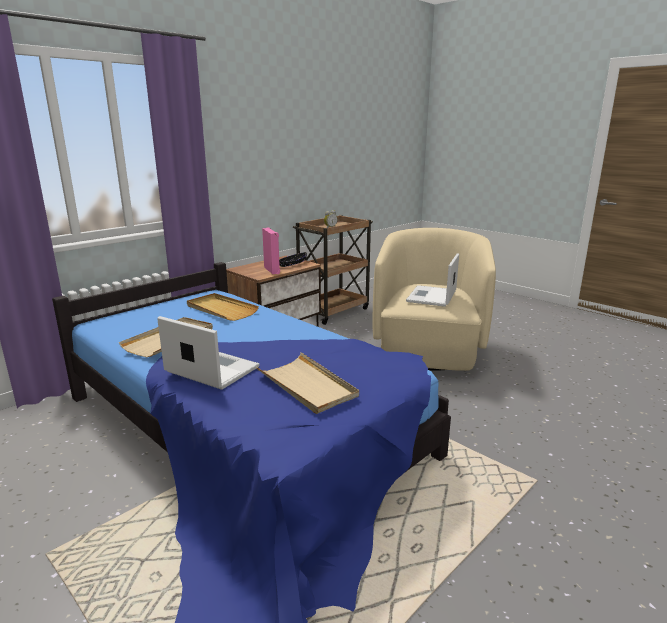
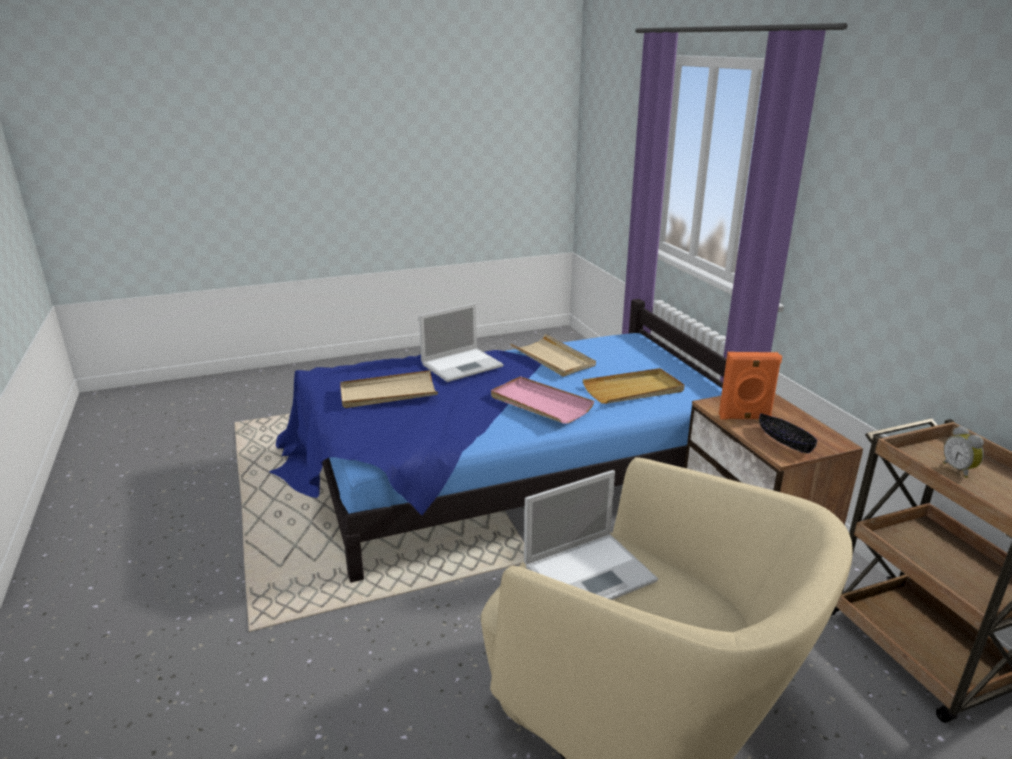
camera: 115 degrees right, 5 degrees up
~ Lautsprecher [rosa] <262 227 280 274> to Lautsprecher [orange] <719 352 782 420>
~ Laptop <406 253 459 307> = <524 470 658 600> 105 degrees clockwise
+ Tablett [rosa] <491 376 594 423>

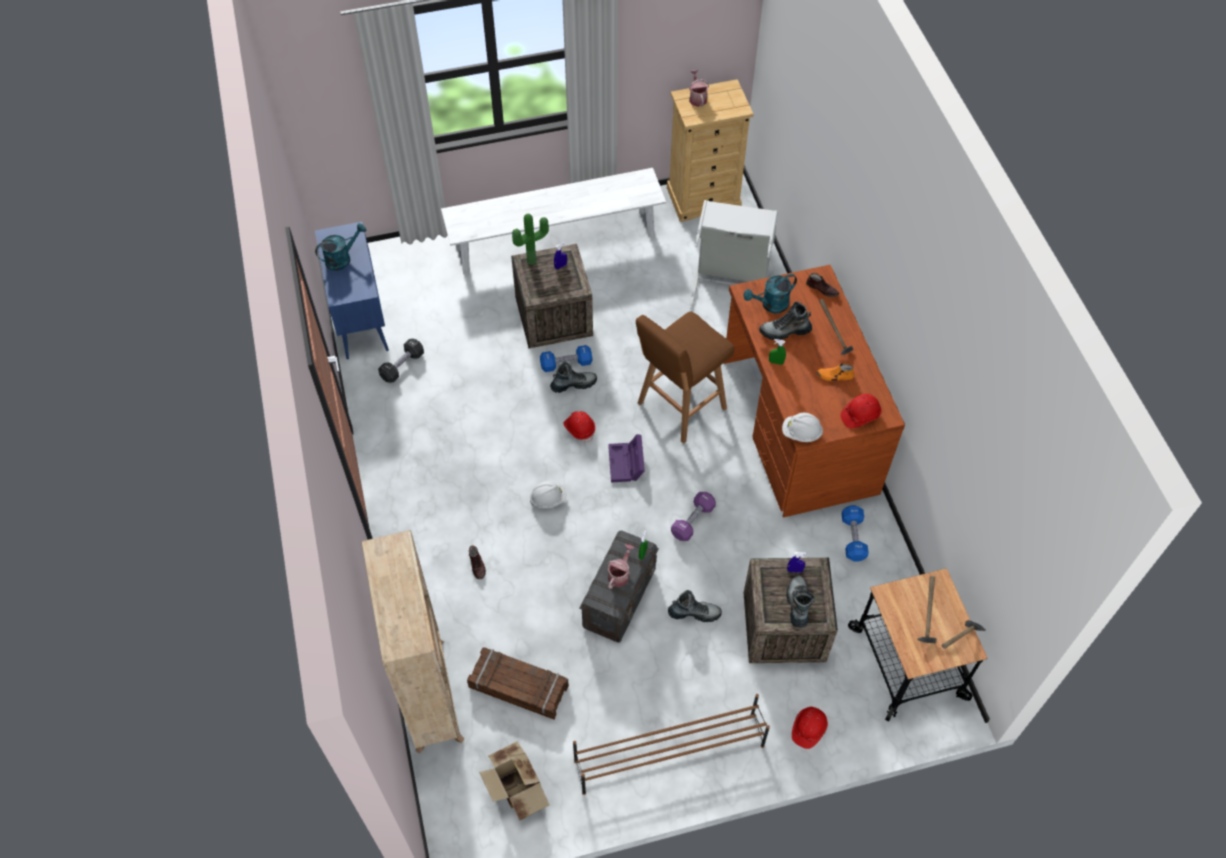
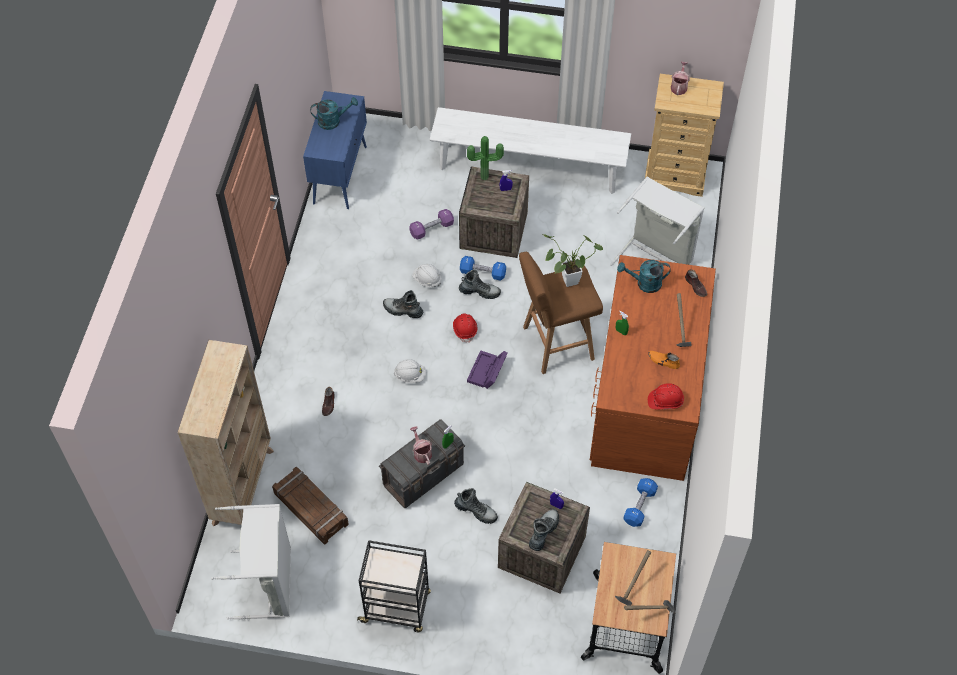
camera: 25 degrees right, 0 degrees up
- Hantel [schwarz] <378 339 424 383>
~ Karton <479 741 549 821> to Wäschekorb [grau] <211 504 291 620>
~ Schuhregal [braun] <573 694 770 795> to Rollwagen [schwarz] <357 540 431 632>
~ Gießkanne <607 544 634 589> = <410 427 432 465> 75 degrees counterclockwise
~ Hantel [lila] <671 492 716 541> to <409 209 454 240>
~ Stiefel <759 301 812 340> to <383 290 423 318>
~ Schutzhelm [weiß] <782 413 823 442> to <412 264 442 287>
- Schutzhelm [rot] <792 707 828 749>
+ Topfpflanze <542 234 603 287>

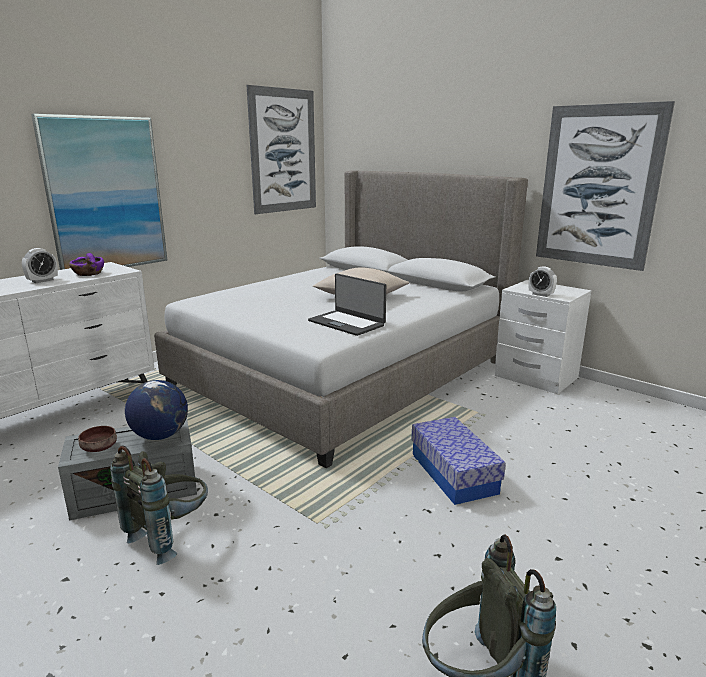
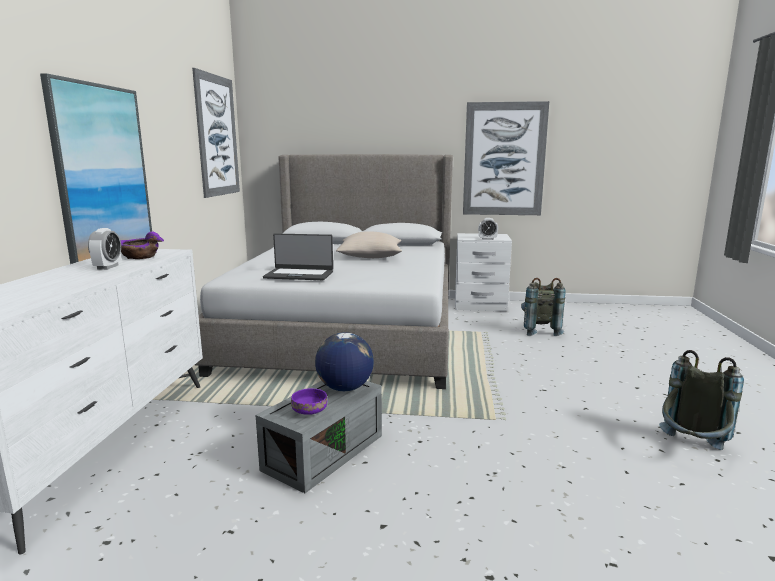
camera: 35 degrees left, 5 degrees down
~ Schüssel [braun] <78 426 117 452> to Schüssel [lila] <291 388 327 415>
~ Rucksack [grau] <110 446 208 565> to <521 278 566 336>
~ Laptop <308 273 386 336> to <263 233 333 280>
- Aufbewahrungsbox <411 417 506 505>

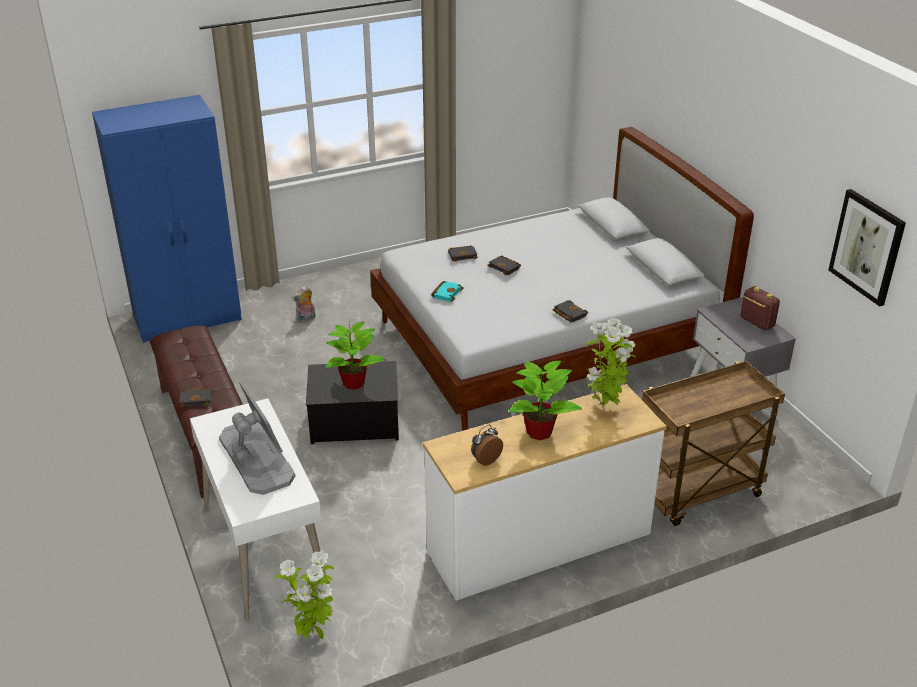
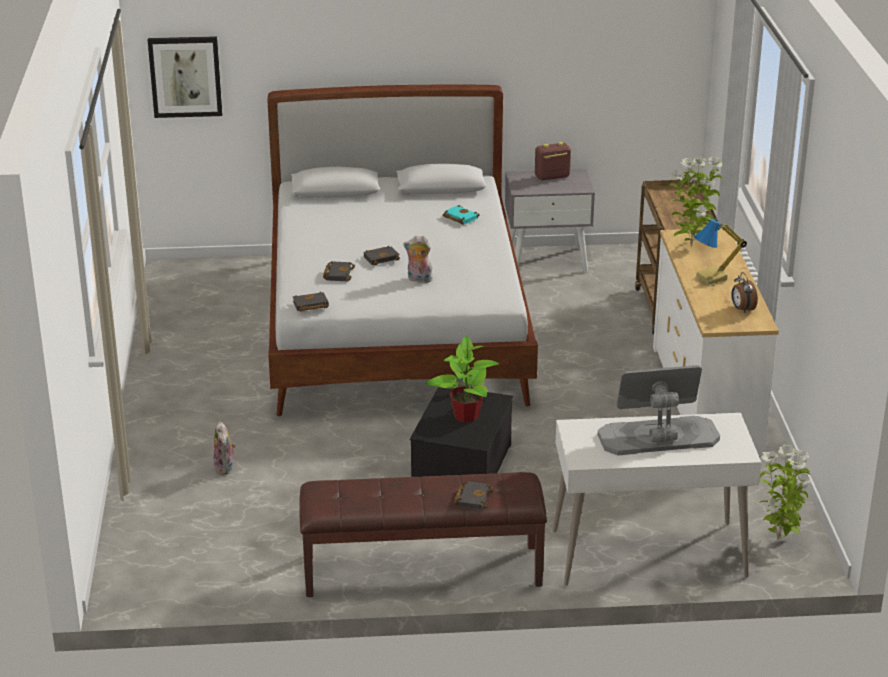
camera: 70 degrees left, 5 degrees down
- Kleiderschrank [blau] <92 95 242 343>
~ Buch [türkis] <431 281 464 302> to <443 205 480 225>
~ Topfpflanze <509 361 582 440> to Tischlampe <694 218 747 286>
~ Buch [schwarz] <553 300 588 322> to <293 291 329 312>
~ Bild <828 189 906 307> to <148 36 222 118>
+ Plüschtier <403 235 433 283>

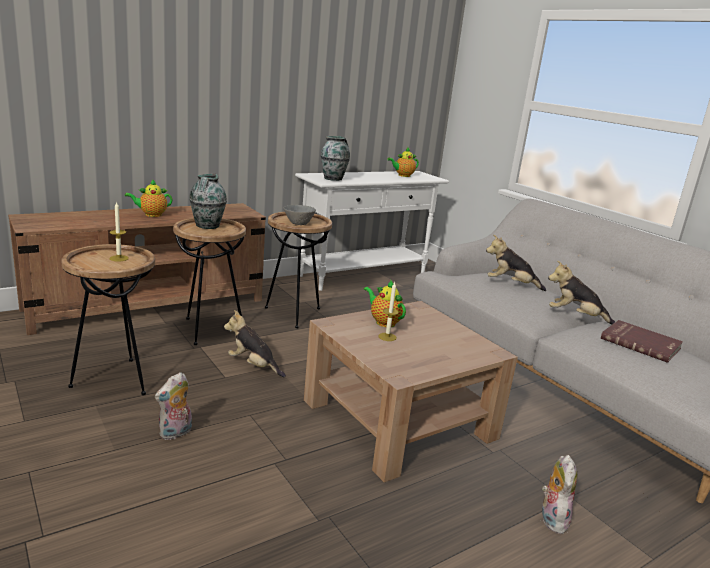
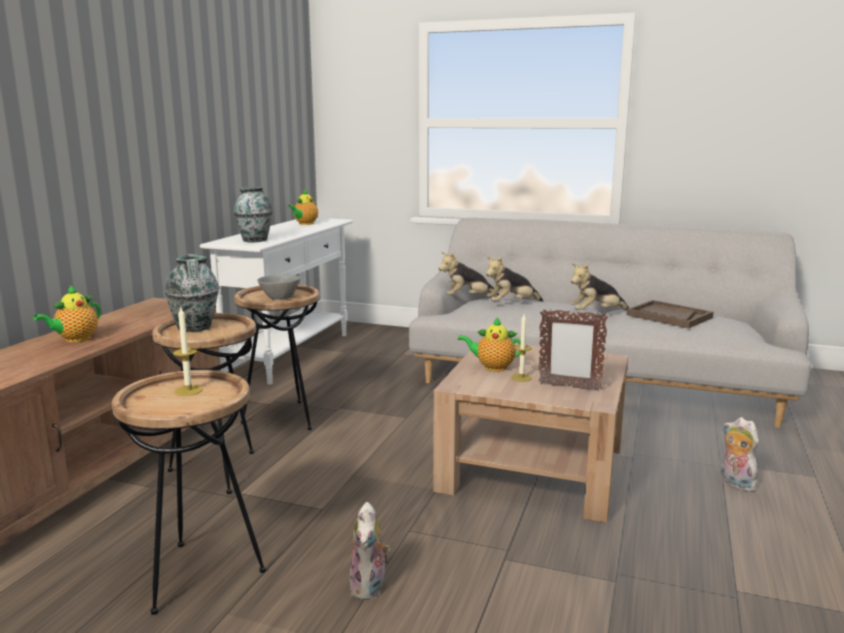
camera: 35 degrees left, 5 degrees down
~ Plüschtier <224 310 286 377> to <439 252 499 297>
~ Buch [rot] <601 320 683 363> to Tablett [braun] <627 300 713 328>
+ Bilderrahmen <538 309 608 391>

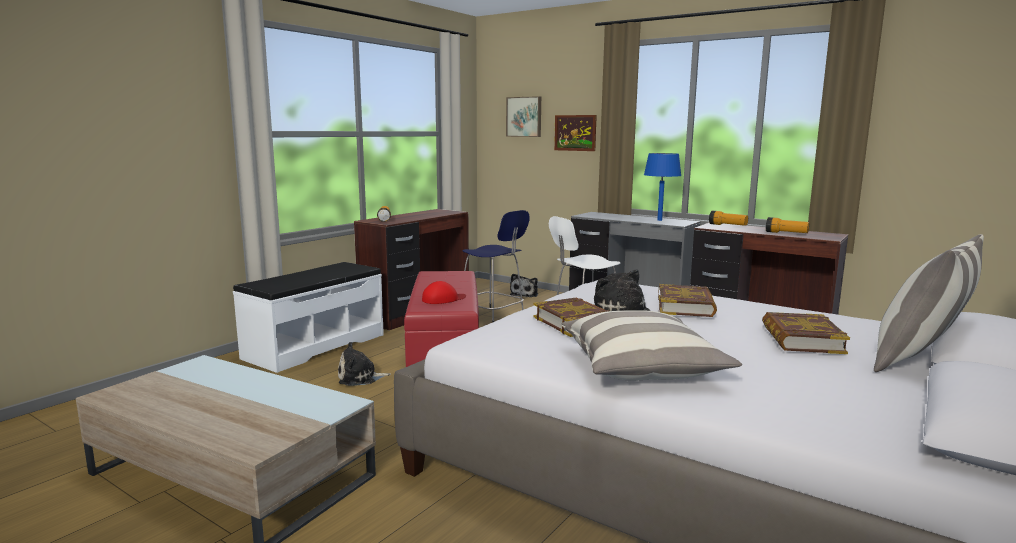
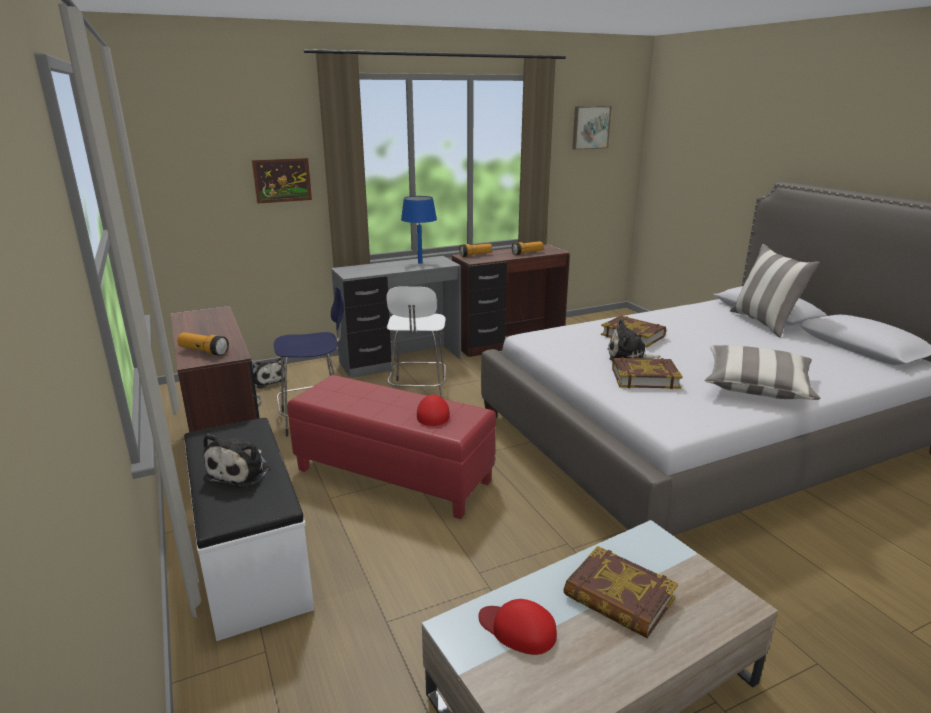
camera: 60 degrees left, 10 degrees up
~ Plüschtier <338 342 391 386> to <203 433 270 487>
~ Bild <506 96 541 137> to <572 106 612 150>
~ Buch <762 312 850 354> to <563 546 678 638>
+ Kappe [rot] <478 599 557 655>

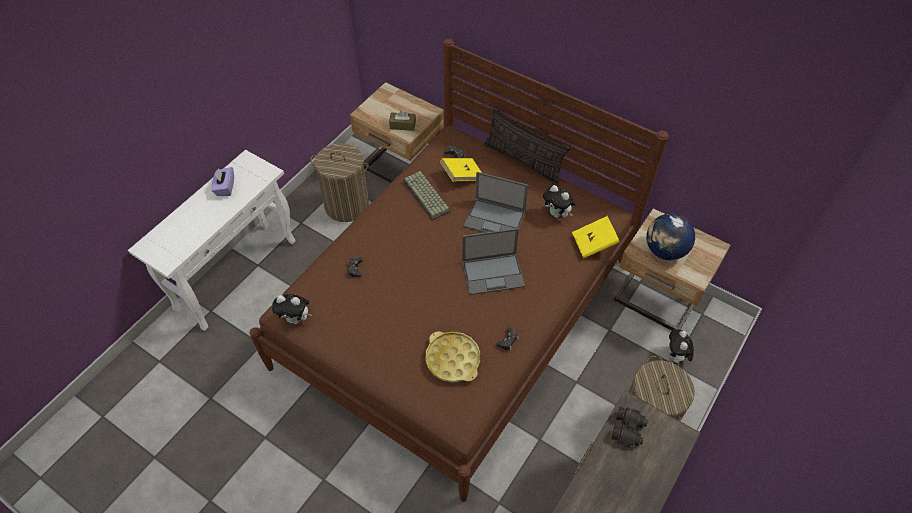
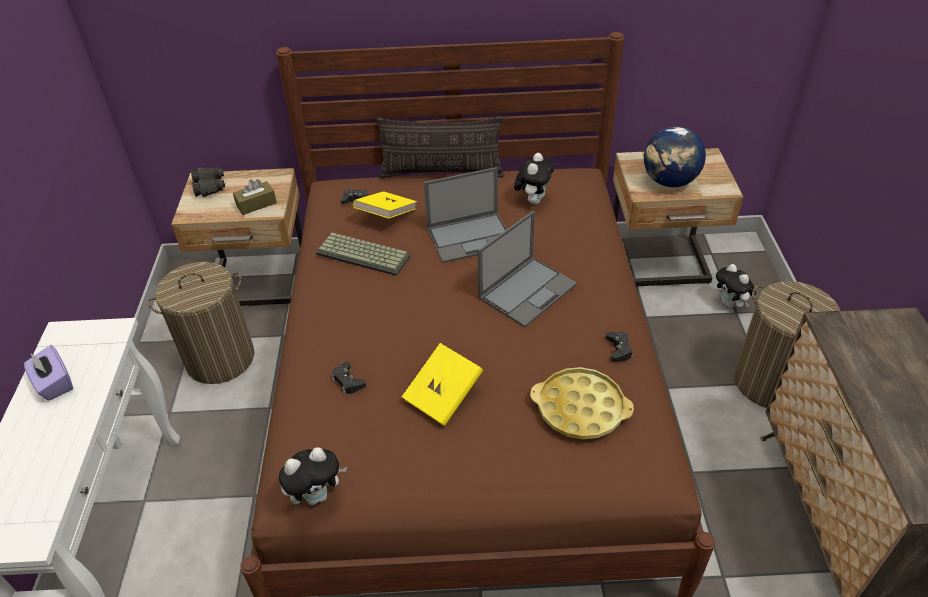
camera: 35 degrees left, 10 degrees down
~ Plüschtier <543 185 576 218> = <514 153 554 204> 75 degrees counterclockwise
~ Buch [gelb] <572 216 620 258> to <402 343 483 426>
~ Fernglas [schwarz] <612 406 648 448> to <191 167 225 197>

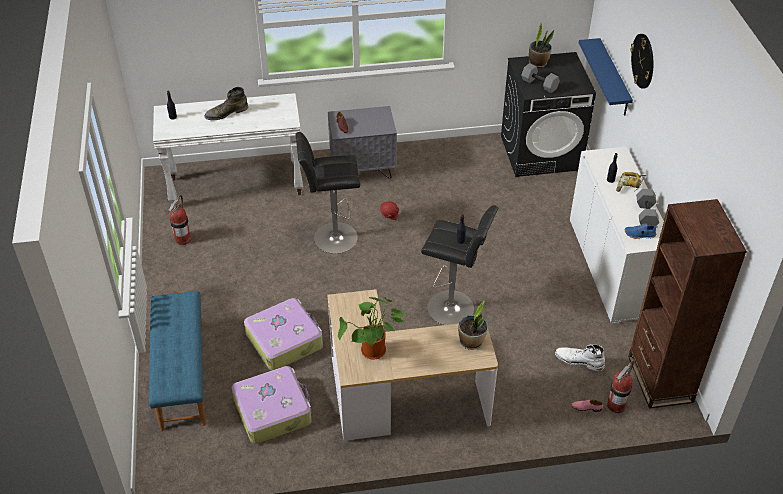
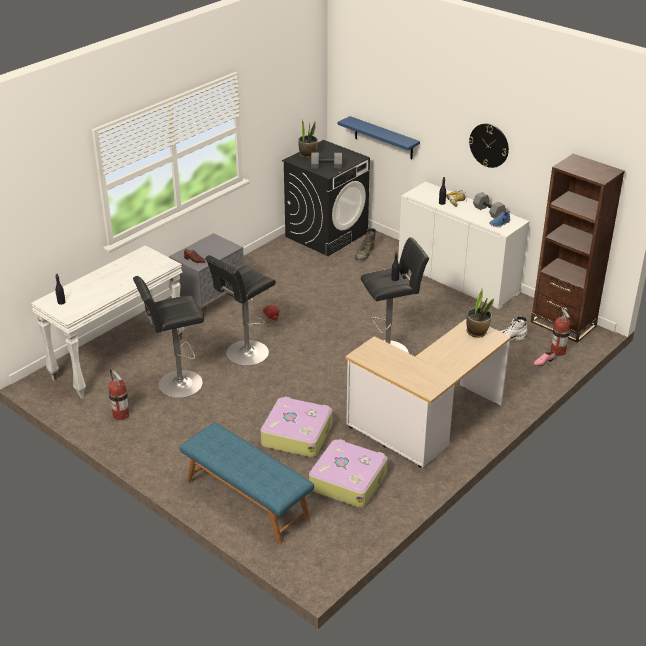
camera: 40 degrees left, 10 degrees down
~ Stiefel [grün] <204 87 248 120> to <355 228 376 262>
- Topfpflanze <338 297 405 360>
~ Wanduhr <630 34 653 89> to <469 123 509 168>
+ Hocker [schwarz] <133 276 204 398>

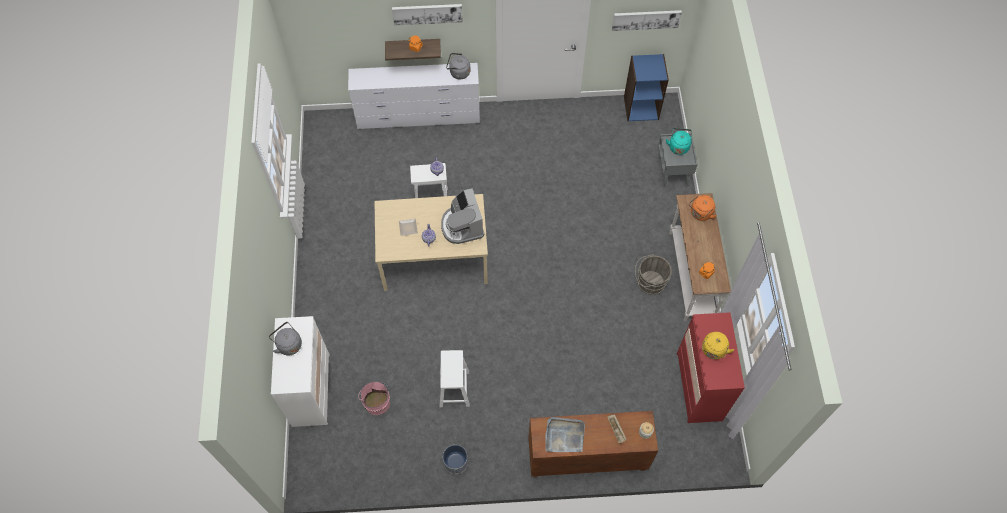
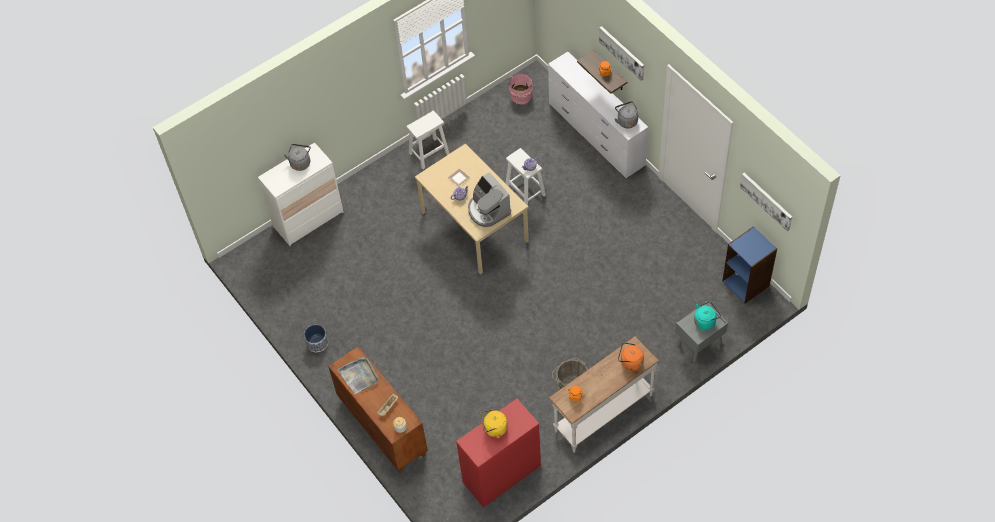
camera: 60 degrees right, 5 degrees down
~ Eimer [rosa] <358 381 390 415> to <509 73 535 104>
~ Hocker [weiß] <440 350 470 407> to <406 110 450 170>
~ Kaffeemaschine <441 188 485 244> = <468 172 511 227> 75 degrees counterclockwise

